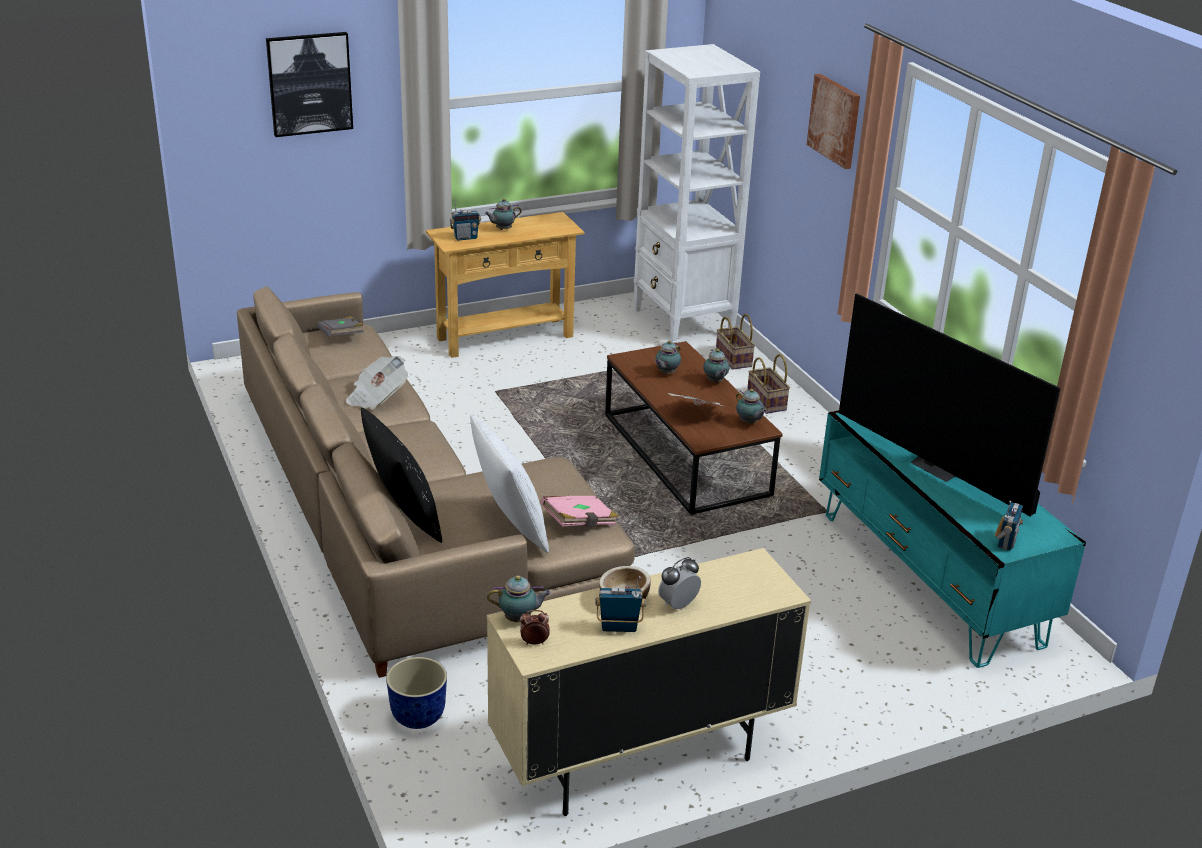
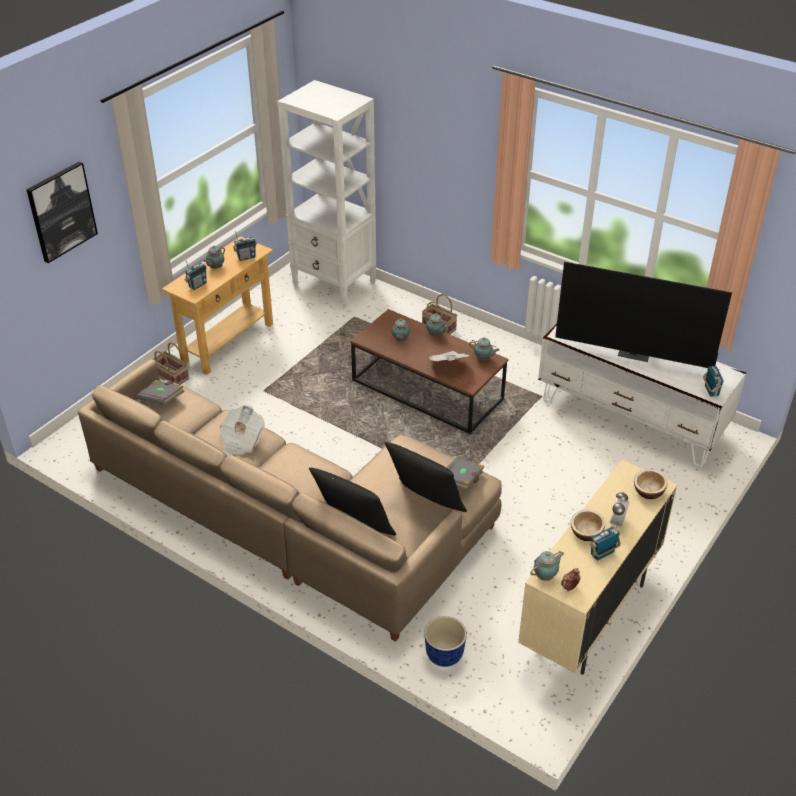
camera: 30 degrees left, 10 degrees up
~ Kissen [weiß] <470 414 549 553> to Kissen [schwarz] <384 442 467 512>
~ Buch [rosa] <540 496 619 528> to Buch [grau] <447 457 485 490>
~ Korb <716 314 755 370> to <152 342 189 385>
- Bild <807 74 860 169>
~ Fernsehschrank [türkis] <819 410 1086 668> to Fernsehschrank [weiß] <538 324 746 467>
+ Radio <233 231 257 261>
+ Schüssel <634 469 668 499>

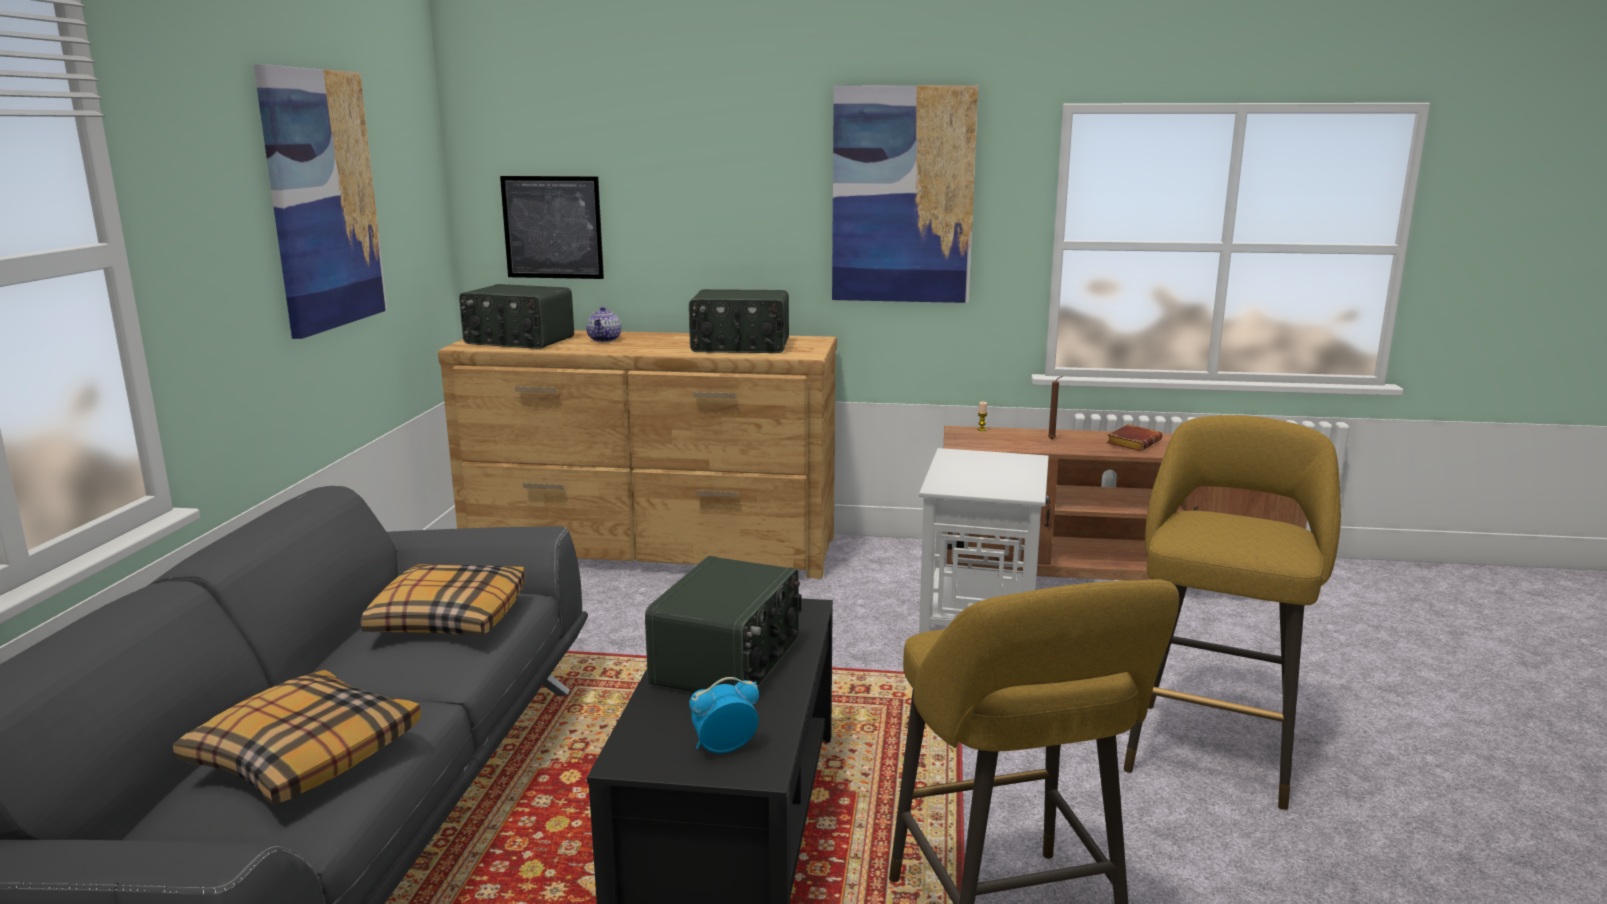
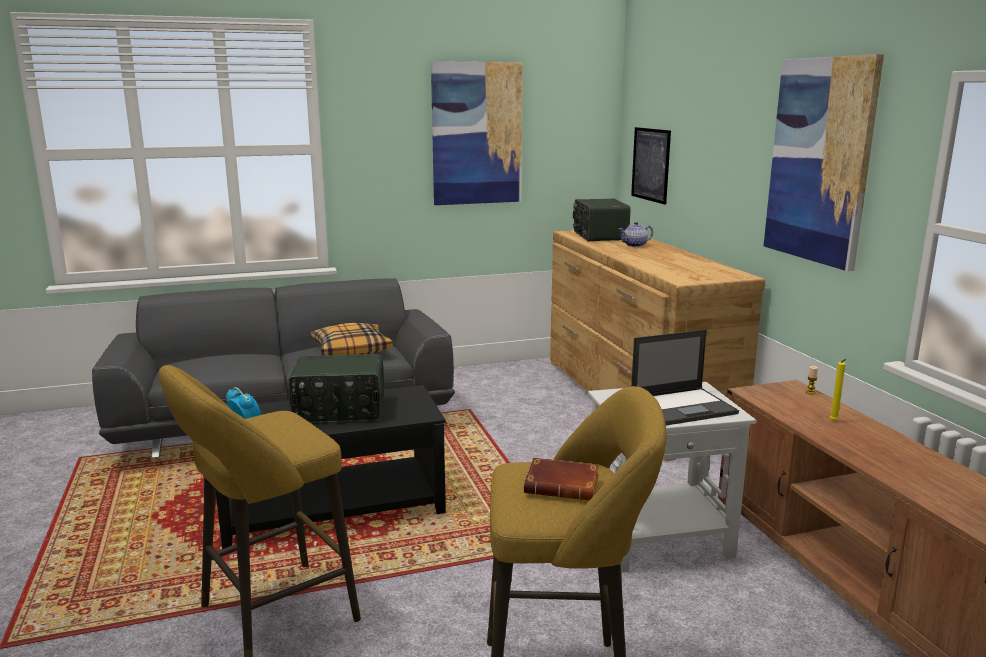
camera: 65 degrees right, 0 degrees up
- Kissen <173 670 421 805>
- Radio <689 289 789 353>
~ Kerze [braun] <1048 376 1063 440> to Kerze [gelb] <830 359 846 421>
~ Buch [braun] <1106 424 1162 451> to <524 458 599 501>
+ Laptop <631 330 739 425>

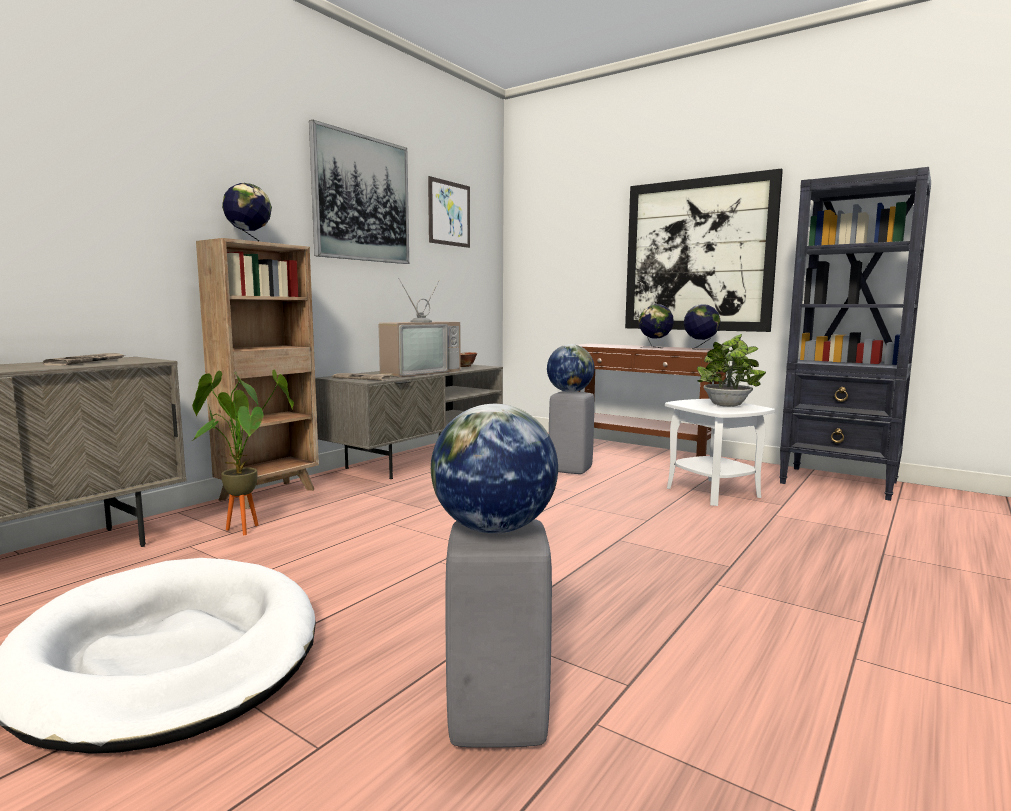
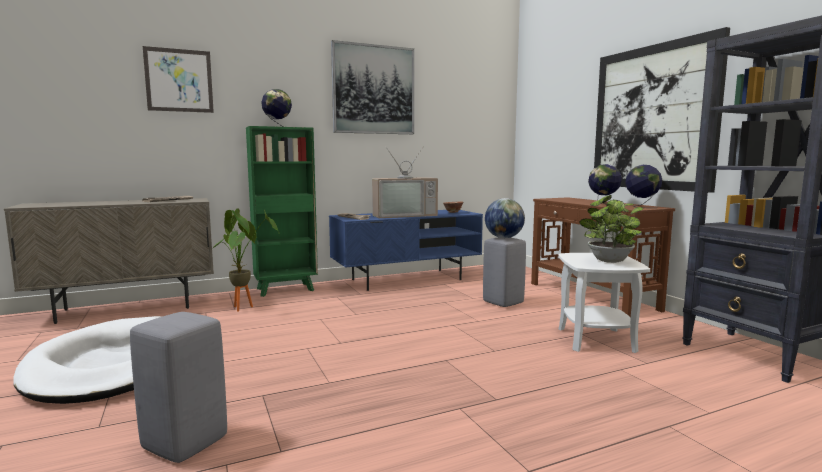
camera: 30 degrees right, 0 degrees up
~ Bücherregal [braun] <196 238 319 509> to Bücherregal [grün] <246 126 318 297>
~ Fernsehschrank [grau] <315 365 503 479> to Fernsehschrank [blau] <329 210 483 291>
~ Bild <428 176 470 248> to <143 46 214 113>
- Globus <431 404 558 534>

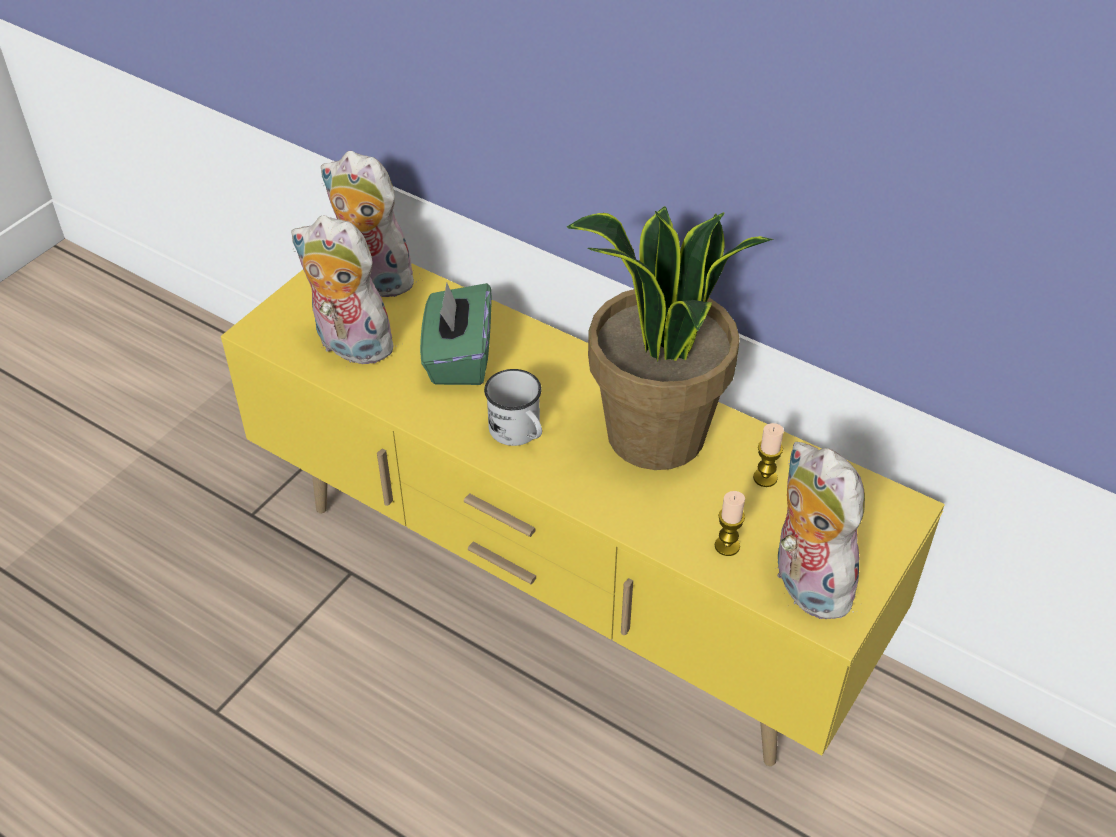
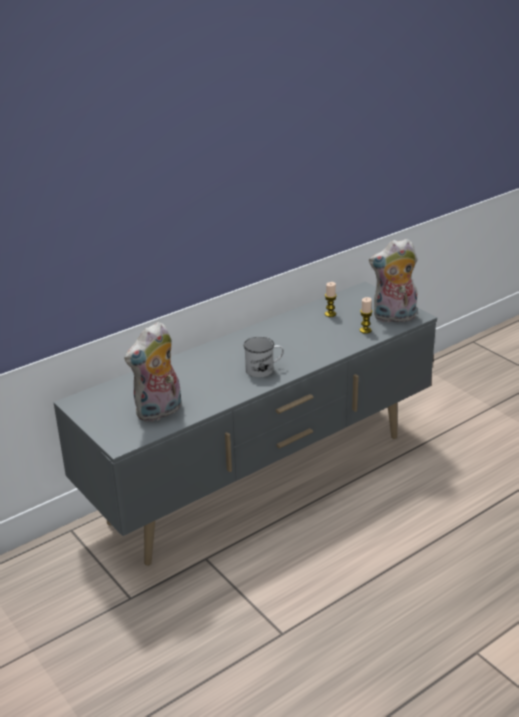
camera: 70 degrees left, 15 degrees down
~ Fernsehschrank [gelb] <221 263 945 766> to Fernsehschrank [grau] <53 281 437 566>
- Plüschtier <321 151 420 297>
- Taschentuchbox [grün] <420 282 492 385>
- Topfpflanze <567 206 774 470>

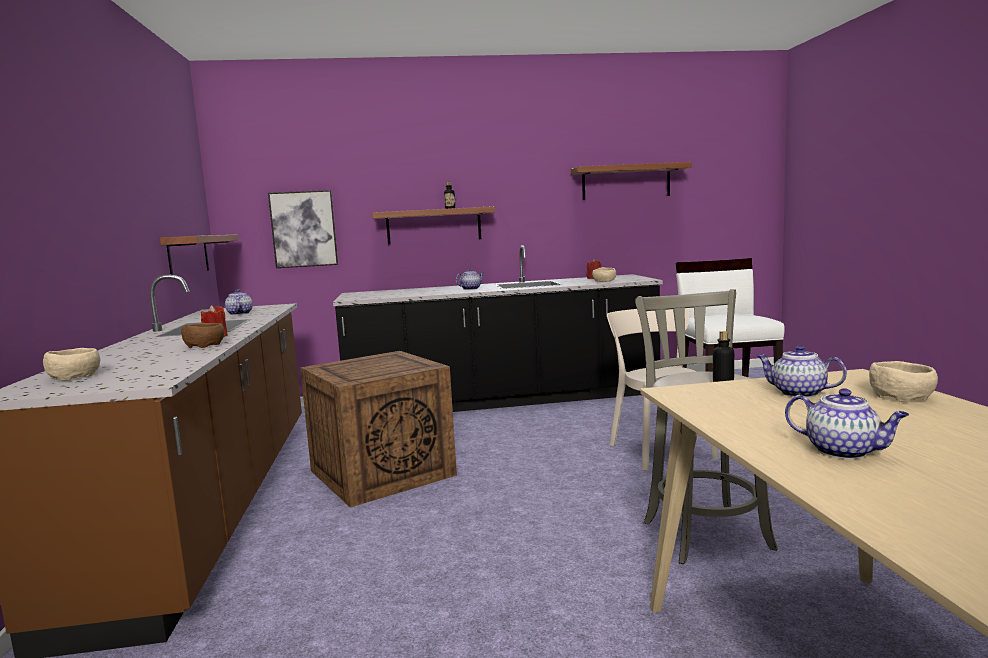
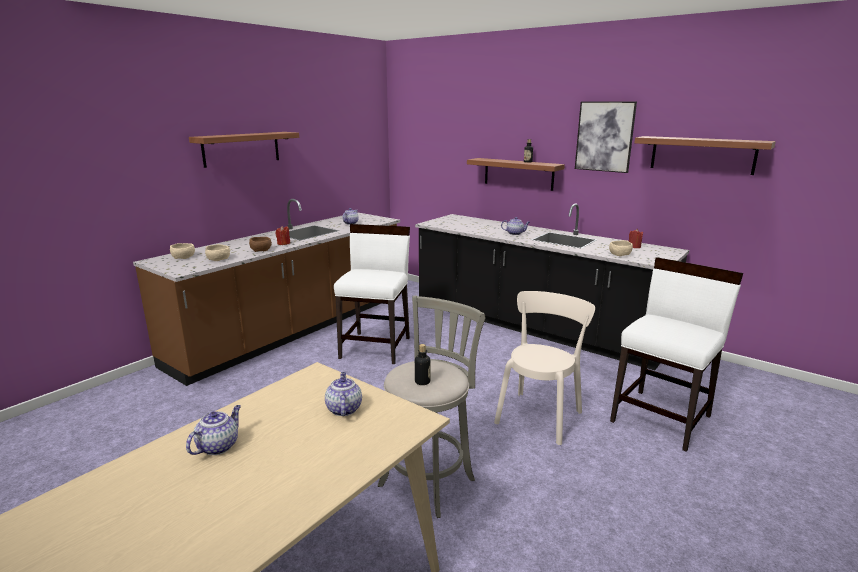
camera: 45 degrees right, 10 degrees up
~ Wandregal <160 235 238 275> to <189 132 299 168>
~ Bild <268 190 338 268> to <575 101 637 173>
~ Kiste <300 351 457 508> to Stuhl [weiß] <334 224 410 364>
~ Teekanne <785 388 909 459> = <186 405 241 455> 150 degrees counterclockwise
~ Schüssel [beige] <869 361 938 402> to <205 244 230 261>

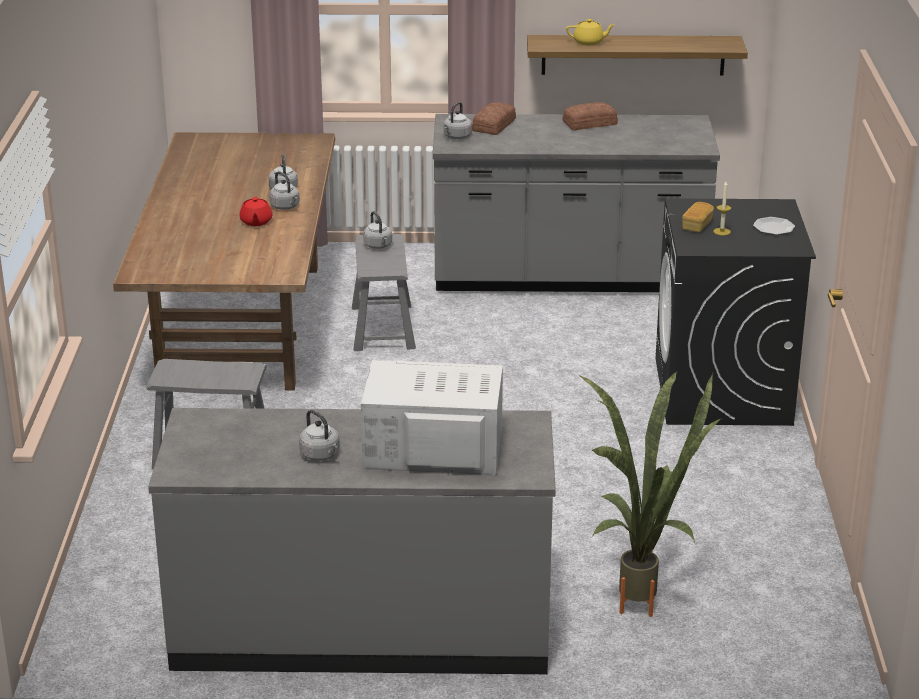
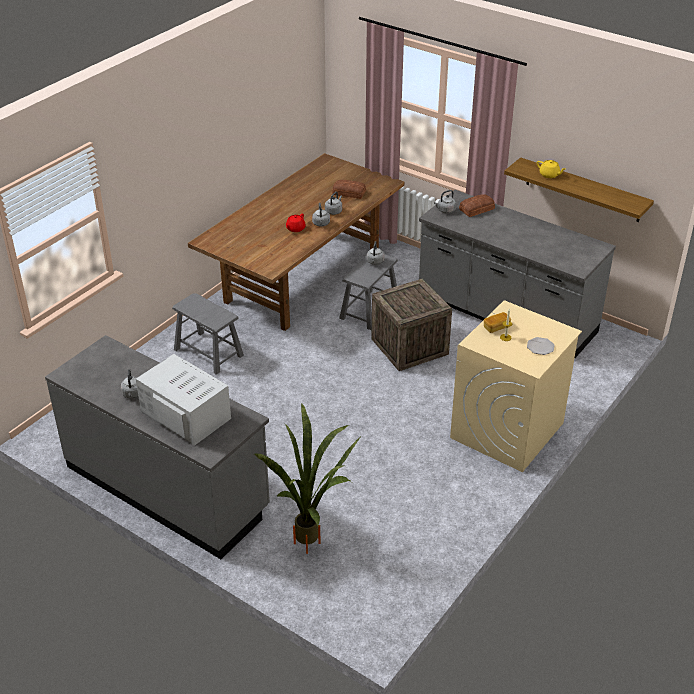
camera: 35 degrees right, 10 degrees up
~ Brot <563 102 618 130> to <332 180 366 199>
~ Waschmaschine [schwarz] <655 198 816 426> to Waschmaschine [beige] <450 300 582 472>
+ Kiste <371 278 452 371>

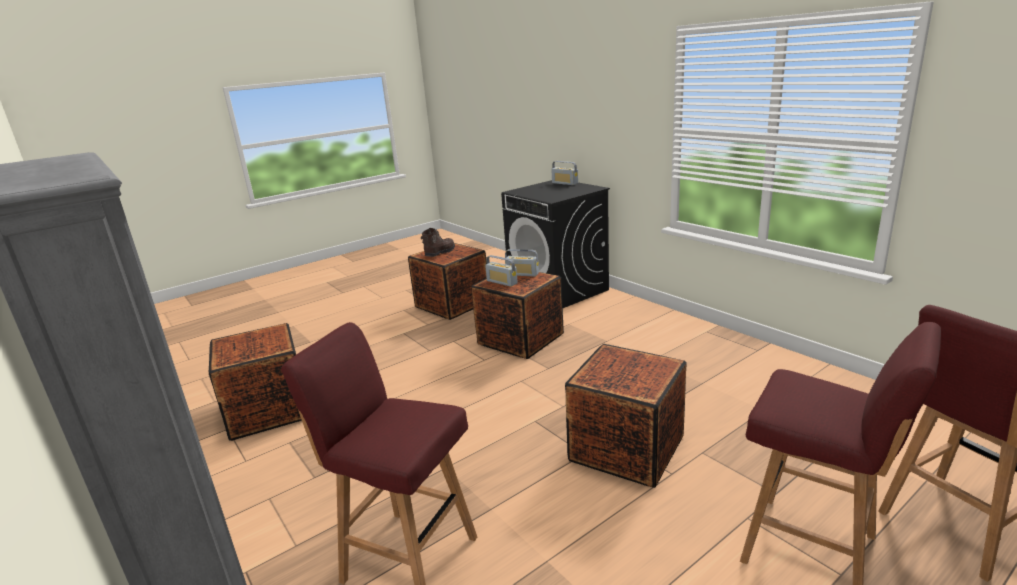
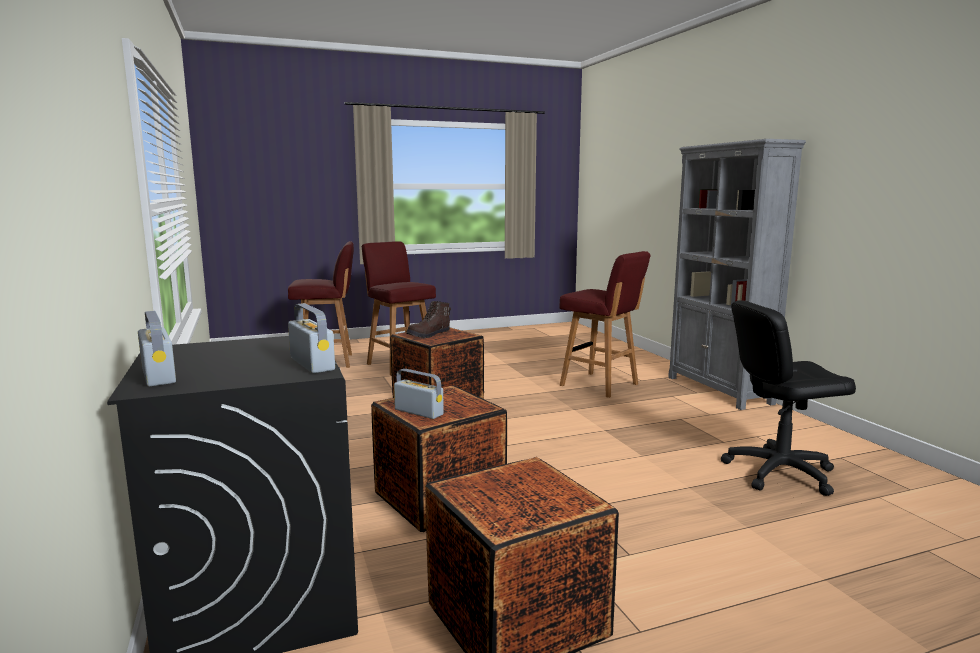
camera: 165 degrees left, 10 degrees down
~ Kiste <209 323 302 441> to Bürostuhl [schwarz] <721 300 856 496>
~ Stiefel [braun] <421 228 455 257> to <406 301 451 338>
~ Radio <485 255 518 287> to <288 303 335 373>

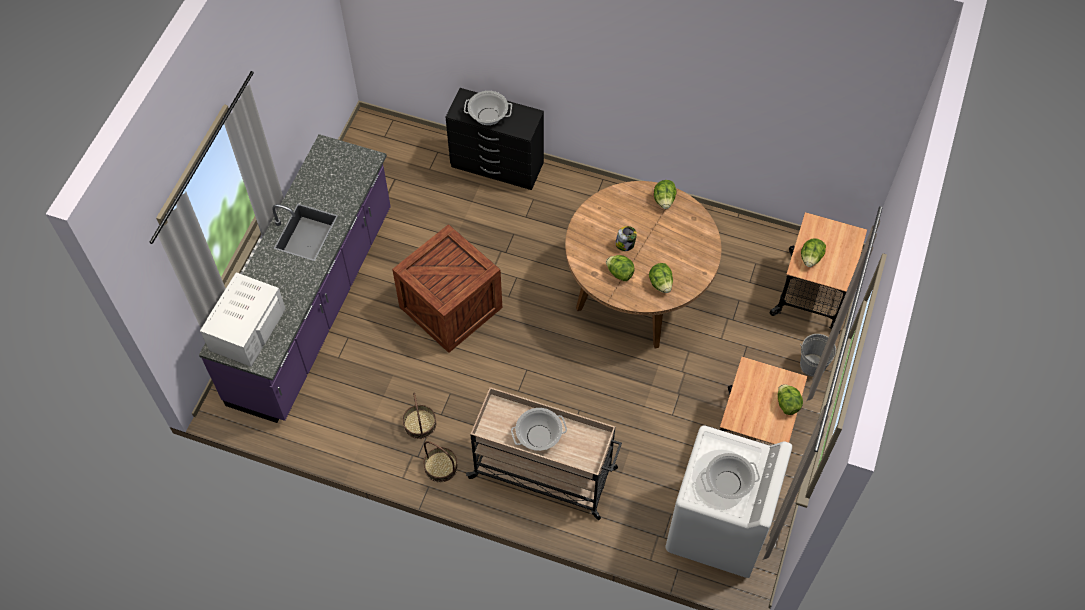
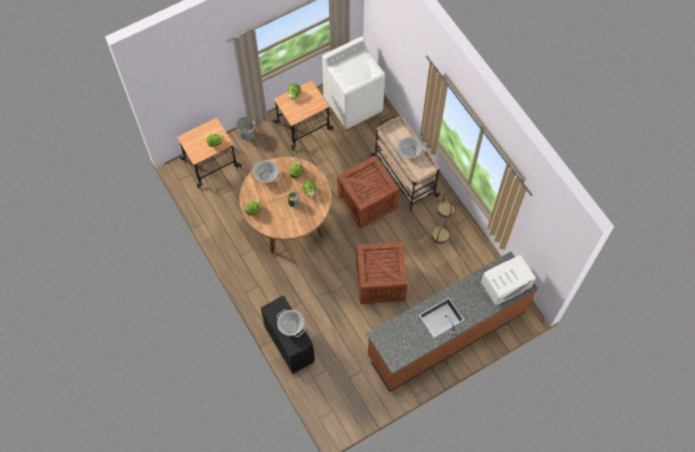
camera: 140 degrees left, 5 degrees up
~ Küchenzeile [lila] <199 134 391 423> to Küchenzeile [braun] <367 251 538 392>
~ Kochtopf <700 453 760 499> to <252 160 281 183>
+ Kiste <337 156 399 229>

